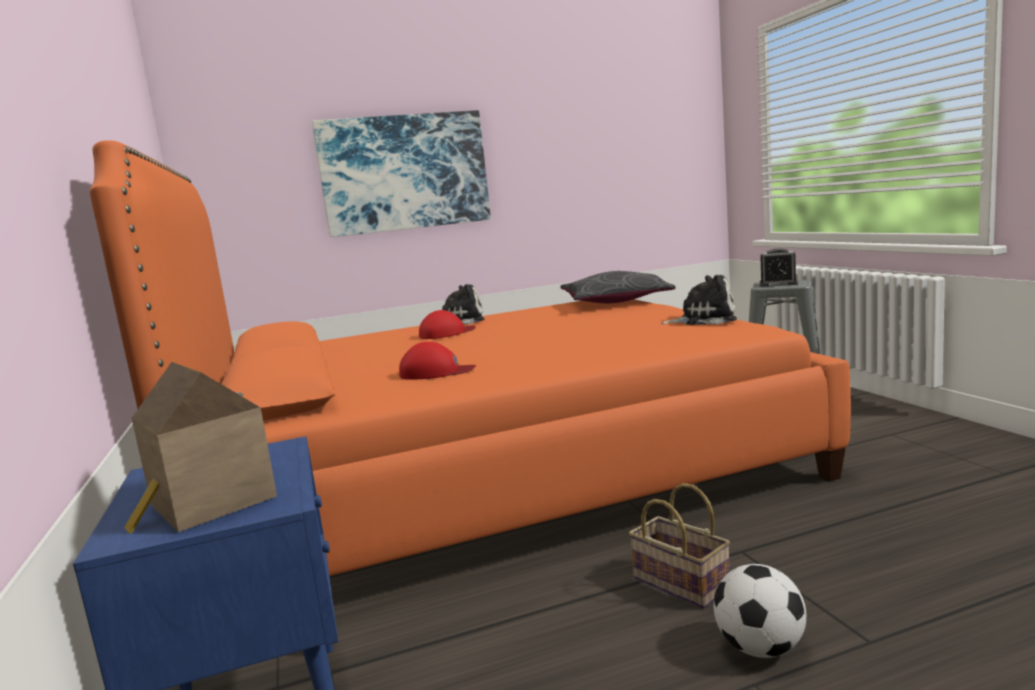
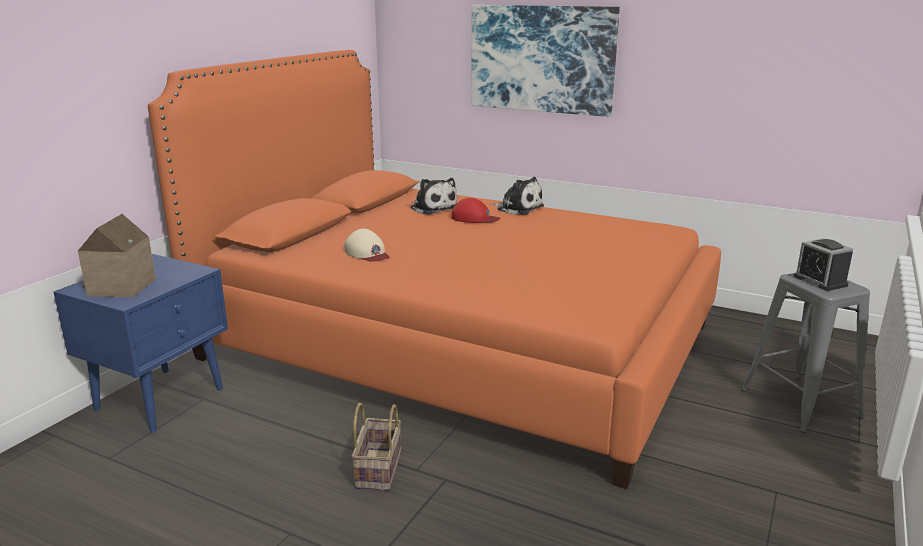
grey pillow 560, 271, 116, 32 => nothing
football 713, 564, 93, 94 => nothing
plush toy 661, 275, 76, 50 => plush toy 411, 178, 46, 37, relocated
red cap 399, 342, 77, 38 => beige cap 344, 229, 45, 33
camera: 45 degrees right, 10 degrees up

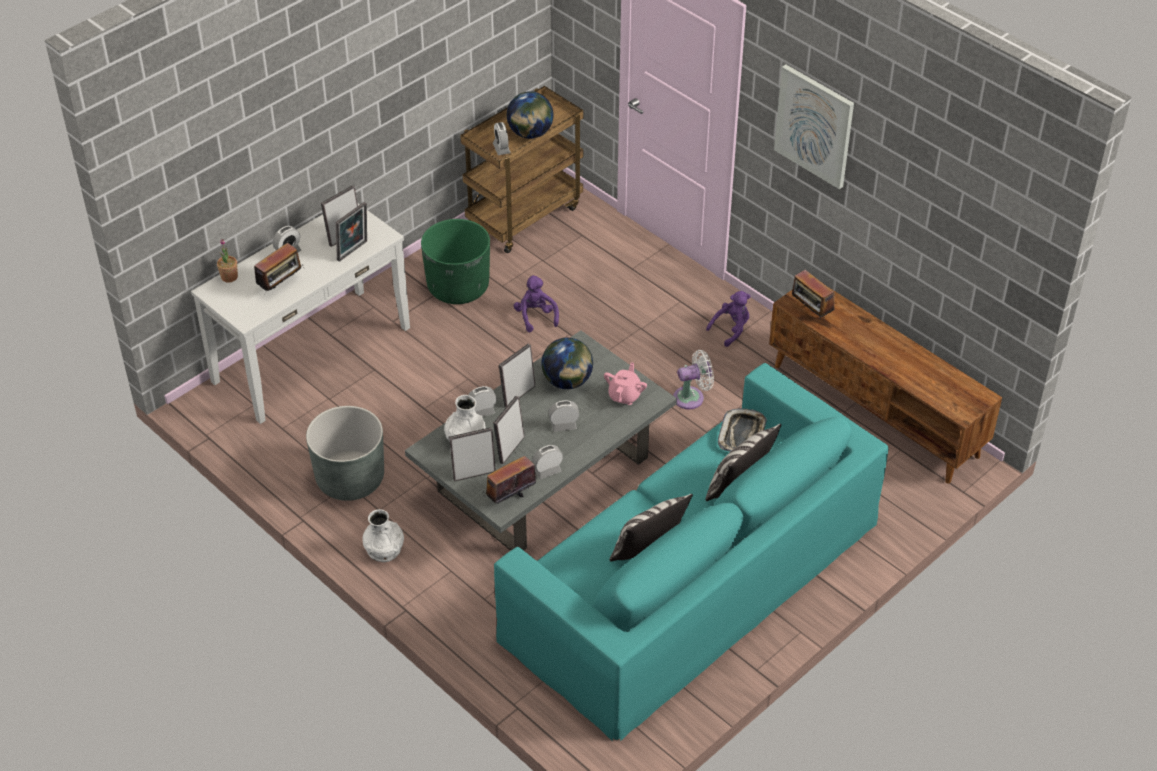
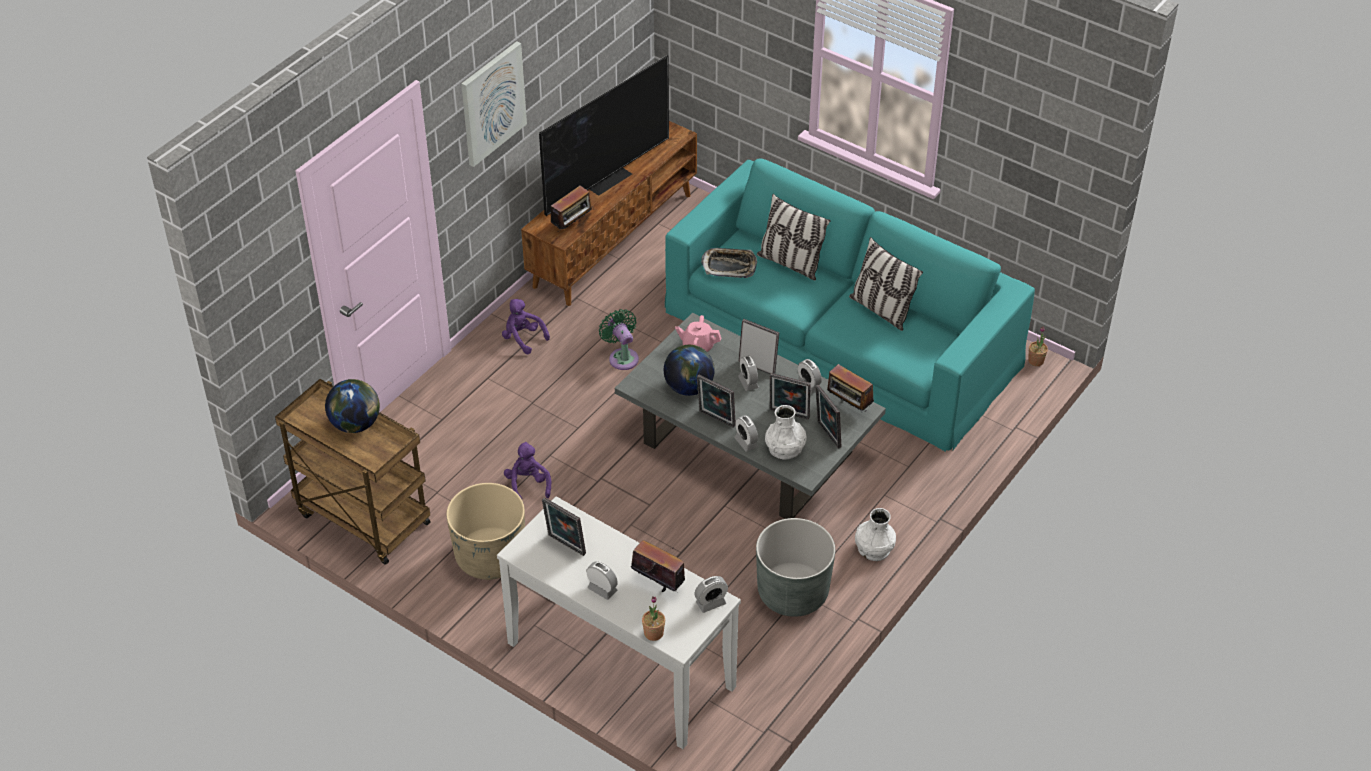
nothing => television 539, 55, 130, 161
nothing => potted plant 1028, 327, 20, 39
picture frame 336, 202, 31, 60 => picture frame 739, 319, 40, 55, relocated
alarm clock 493, 122, 18, 33 => alarm clock 695, 576, 33, 37, relocated
green planter 421, 219, 69, 85 => beige planter 446, 483, 79, 97
white fan 673, 350, 41, 59 => green fan 599, 309, 40, 61
purple plush toy 514, 275, 45, 58 => purple plush toy 504, 442, 47, 57, 105 degrees clockwise
camera: 100 degrees left, 0 degrees up

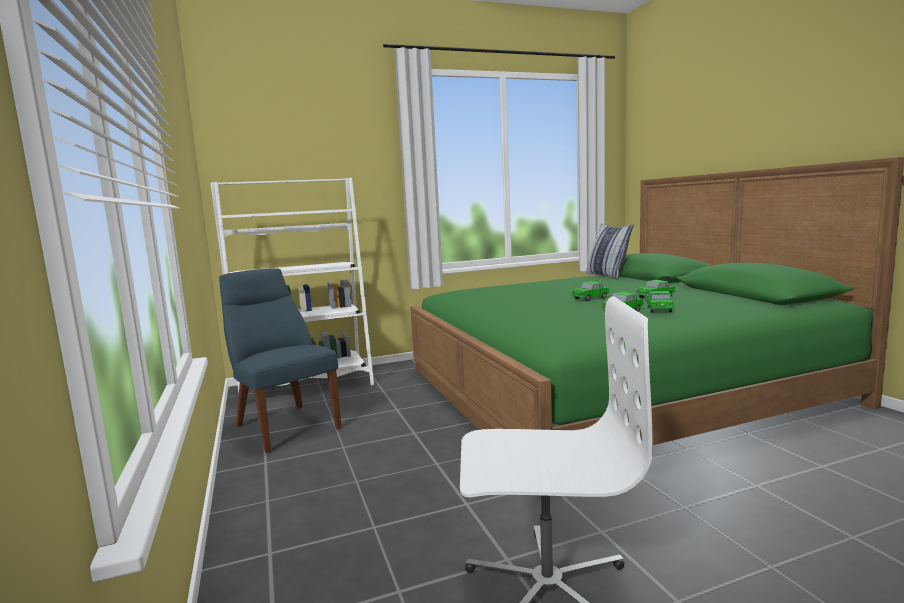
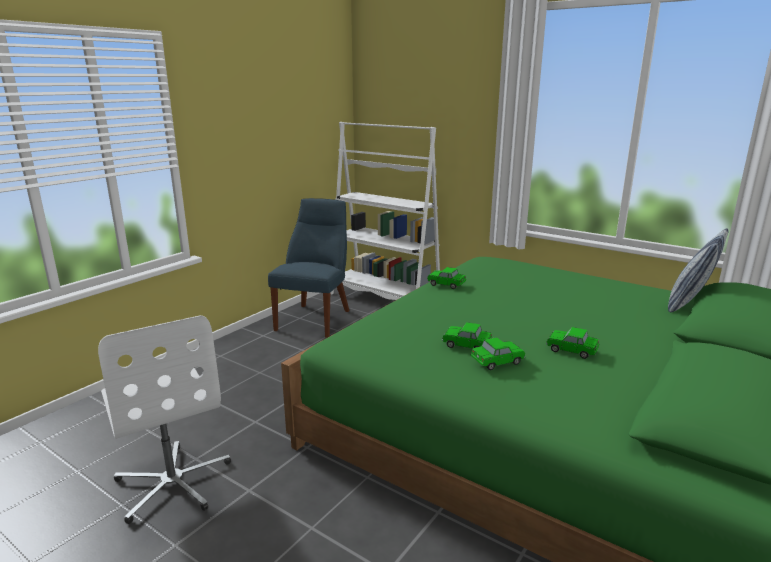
toy car 571, 281, 39, 20 => toy car 427, 267, 39, 22, relocated
camera: 55 degrees right, 10 degrees up

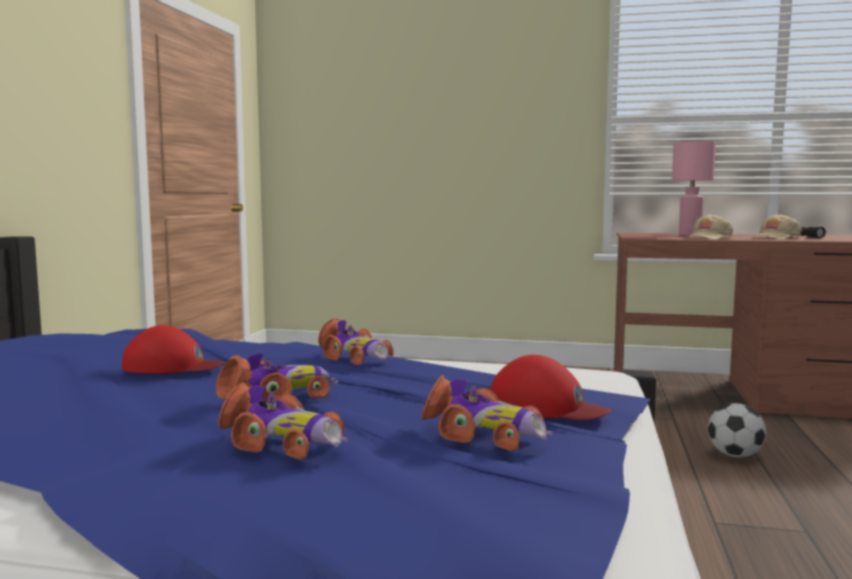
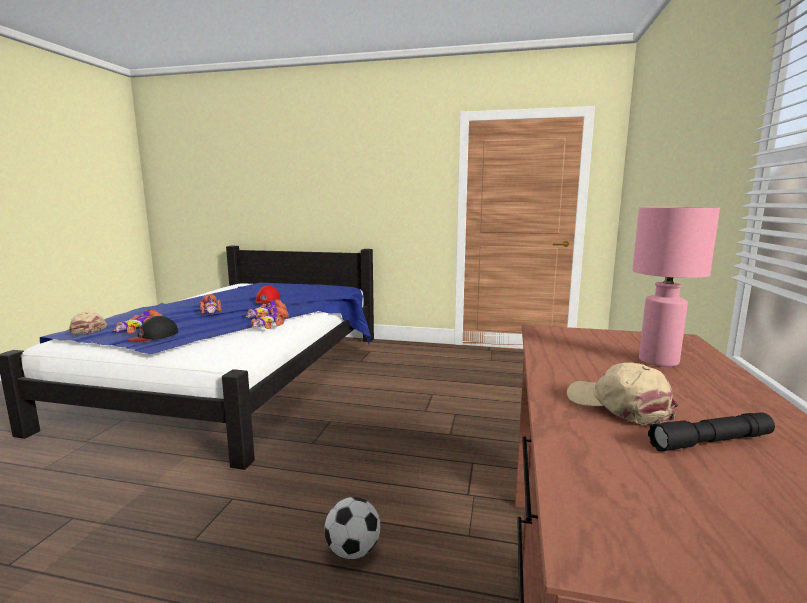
toy car 218, 382, 130, 78 => toy car 251, 306, 38, 23, relocated
beige cap 688, 214, 45, 25 => beige cap 69, 312, 38, 22, relocated
red cap 490, 355, 121, 65 => black cap 128, 316, 50, 26
camera: 90 degrees right, 5 degrees up

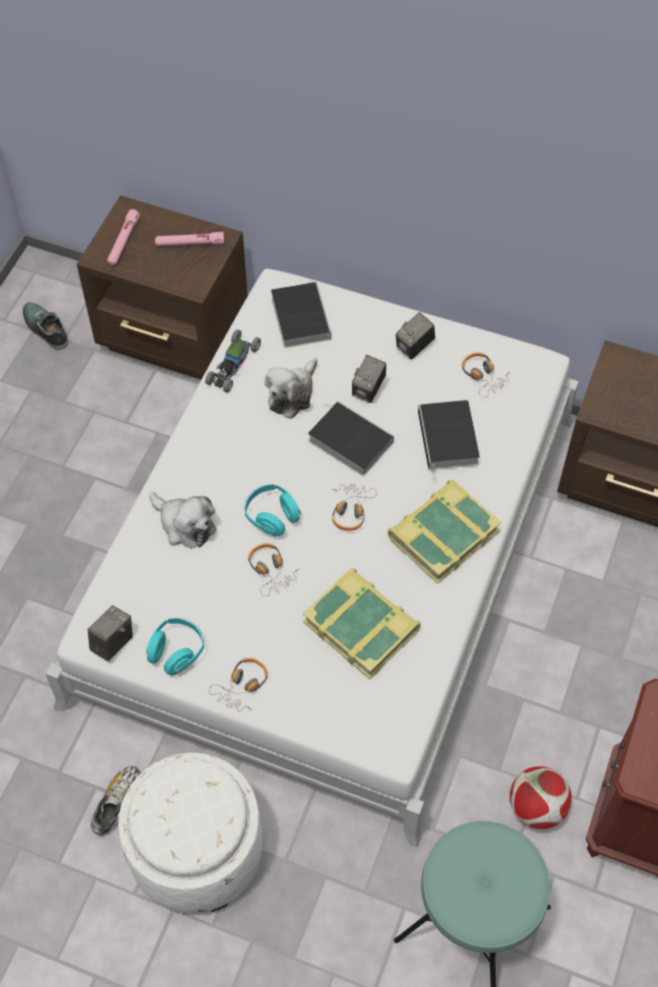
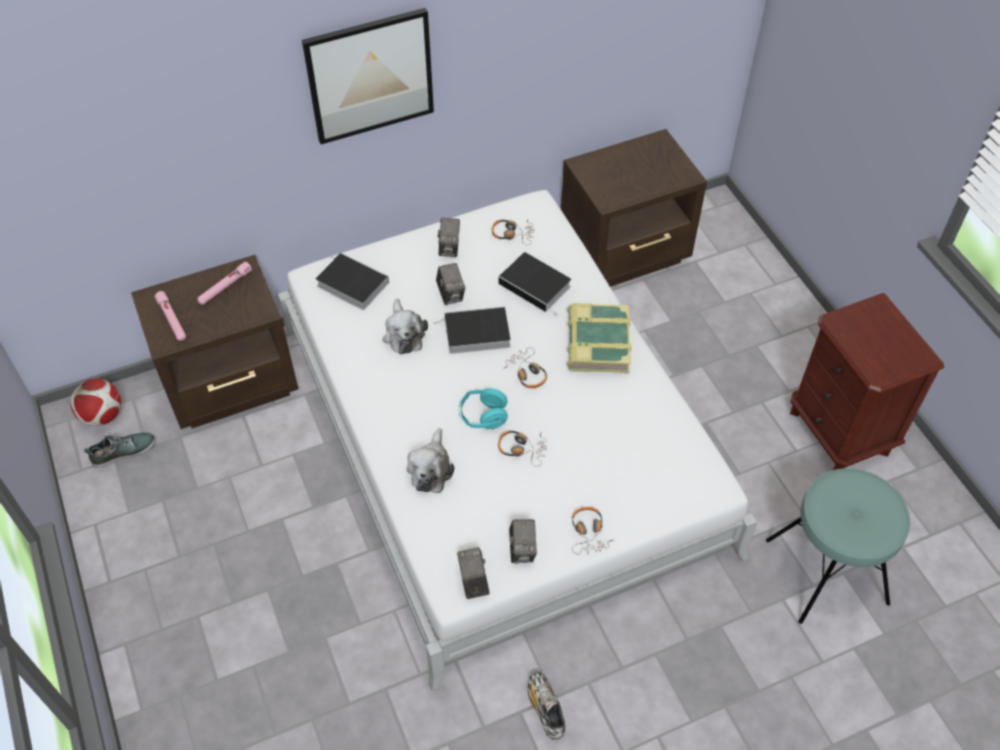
white ottoman 118, 753, 144, 160 => nothing
toy car 205, 329, 56, 64 => nothing
book 303, 568, 117, 111 => nothing
nothing => picture 302, 8, 132, 136
football 510, 766, 62, 63 => football 70, 378, 51, 48, relocated
turquoise headphones 146, 618, 58, 57 => photo camera 509, 519, 28, 45
shoe 23, 302, 46, 48 => shoe 84, 433, 72, 35, 150 degrees clockwise
plush toy 149, 492, 67, 56 => plush toy 407, 428, 47, 65, 105 degrees clockwise
camera: 45 degrees left, 5 degrees down

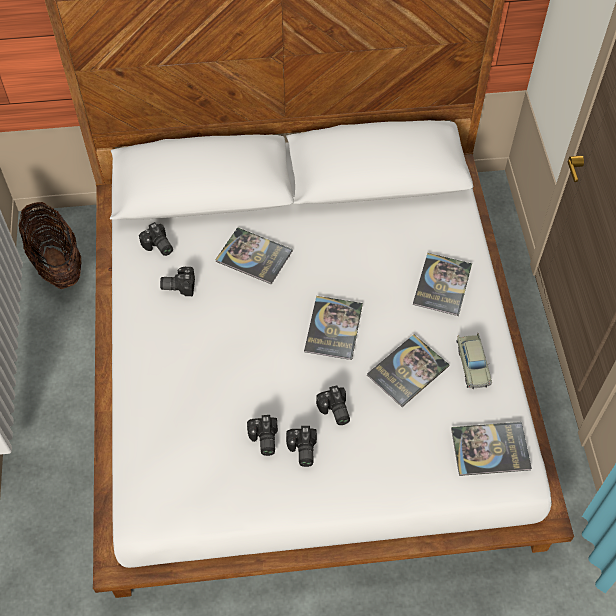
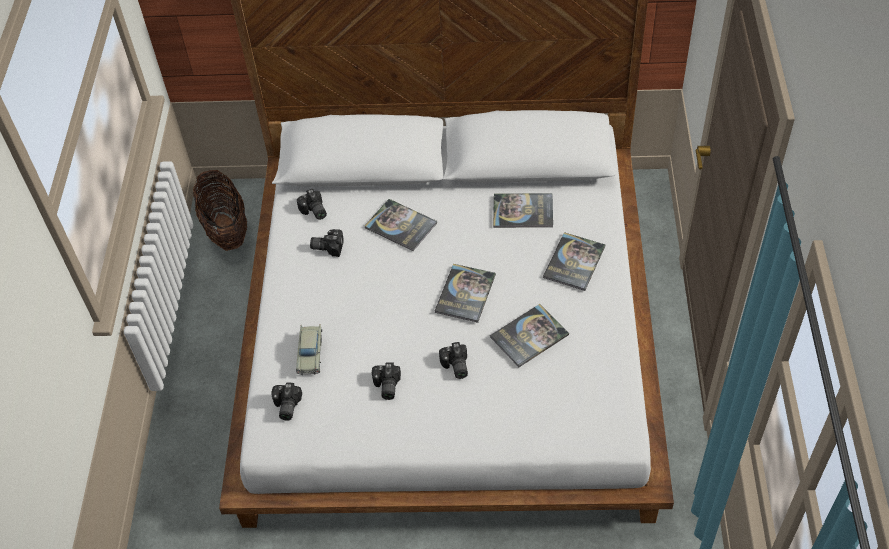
photo camera 286, 426, 31, 41 => photo camera 271, 382, 31, 39, relocated
book 451, 422, 81, 54 => book 493, 193, 60, 35, relocated
beige toy car 456, 333, 36, 56 => beige toy car 296, 324, 26, 51, relocated
camera: 10 degrees right, 5 degrees down

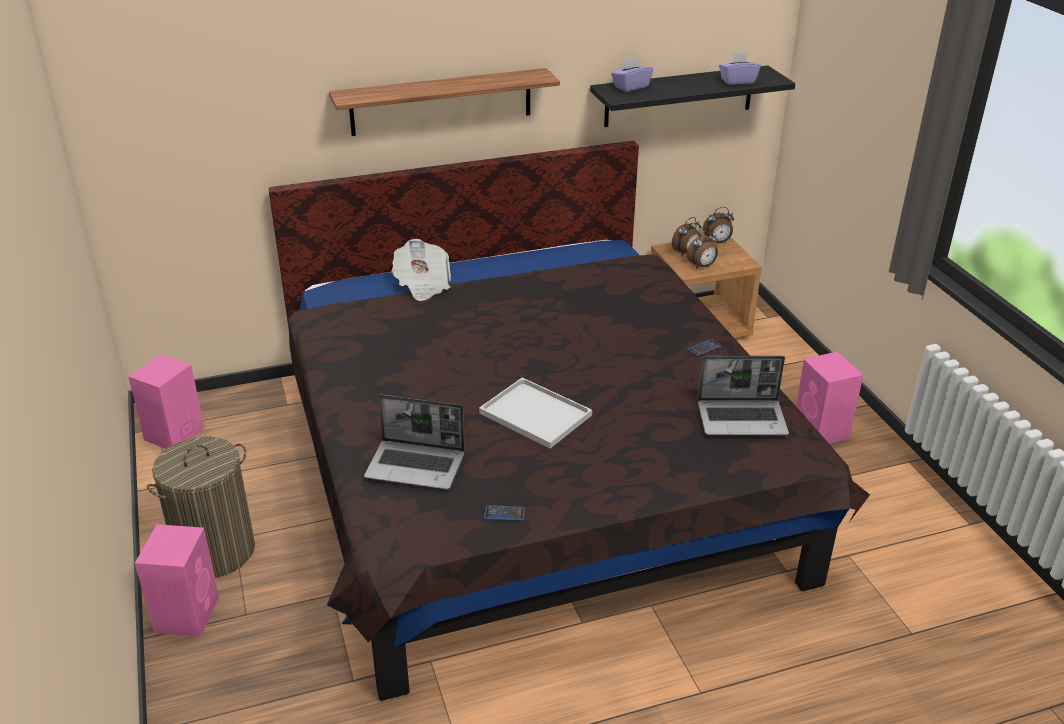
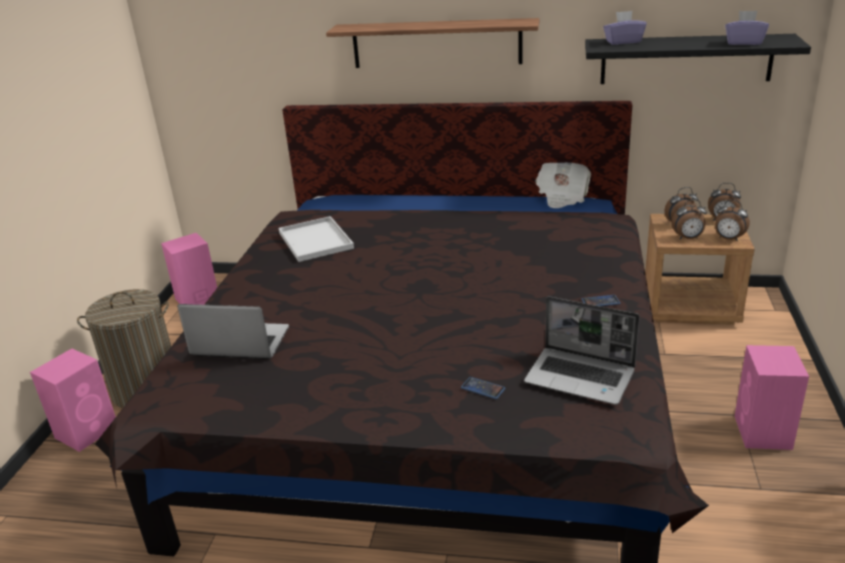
nothing => alarm clock 715, 200, 35, 41
newspaper 392, 239, 59, 62 => newspaper 535, 163, 56, 45, relocated
white tray 479, 377, 113, 71 => white tray 278, 216, 76, 46, relocated
phone 484, 505, 41, 16 => phone 461, 377, 45, 22, relocated
laptop 364, 395, 101, 95 => laptop 177, 304, 112, 55, 150 degrees clockwise
camera: 30 degrees right, 5 degrees down

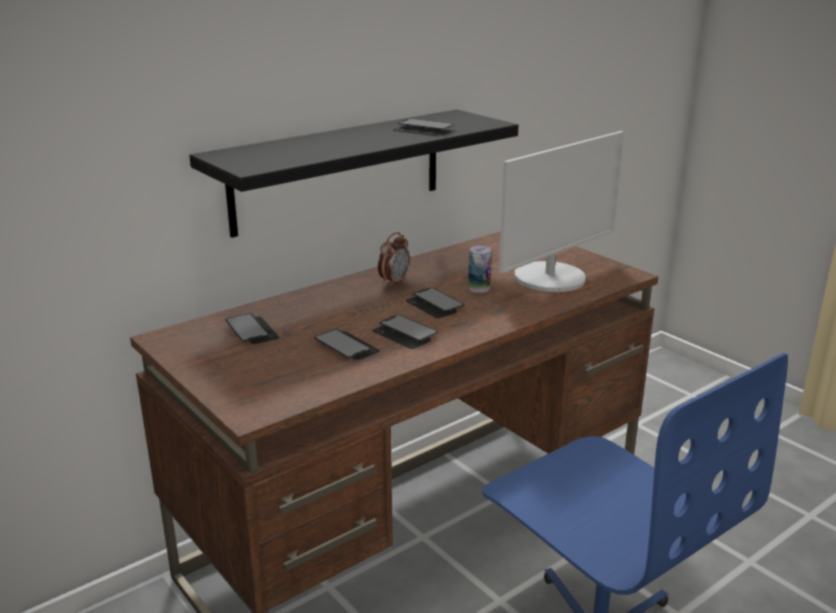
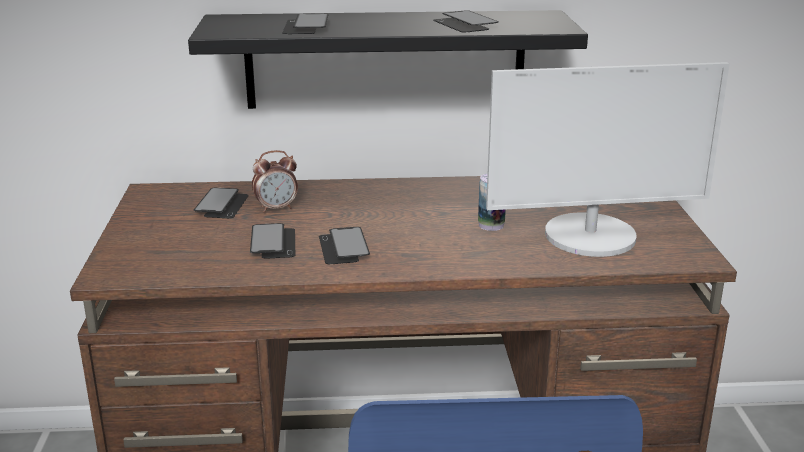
alarm clock 378, 232, 32, 54 => alarm clock 252, 150, 46, 63, relocated
phone 406, 288, 59, 30 => phone 282, 13, 47, 21, relocated
camera: 35 degrees right, 0 degrees up

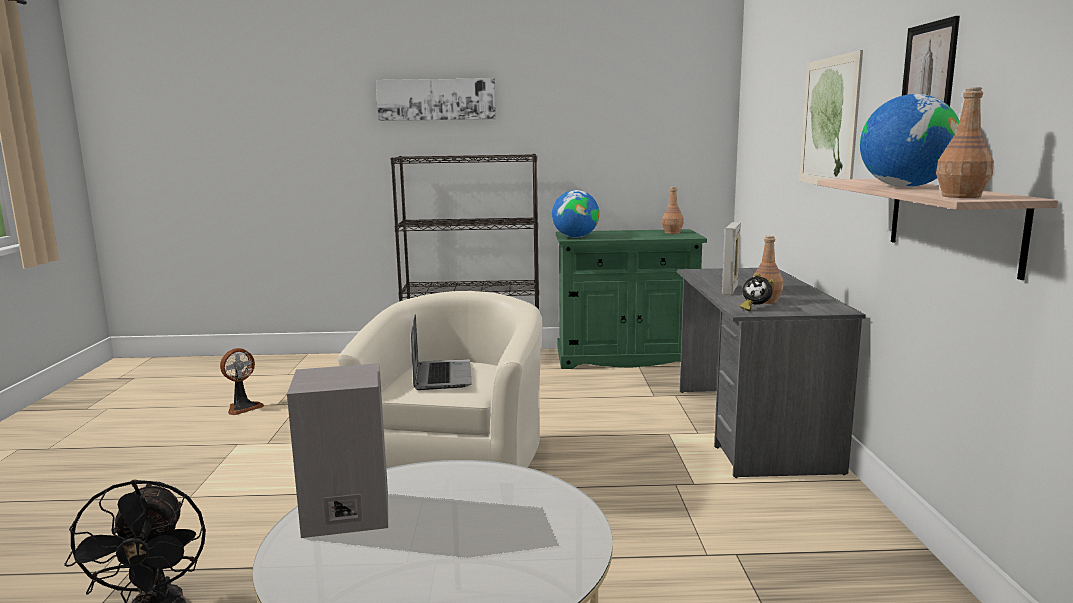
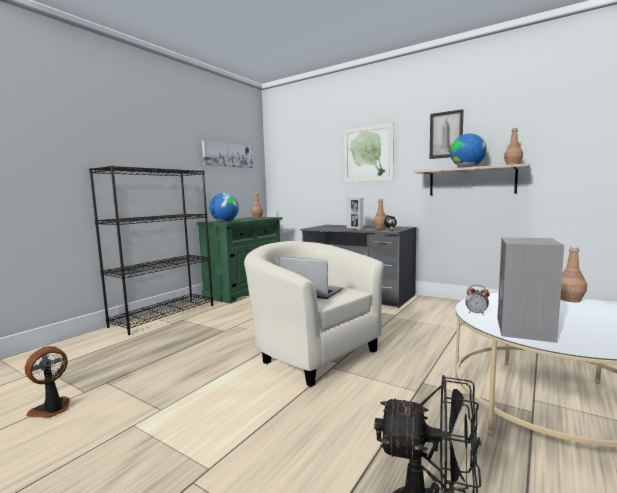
nothing => alarm clock 466, 285, 24, 30
nothing => brown bottle 560, 246, 27, 56
picture 376, 78, 120, 43 => picture 202, 140, 51, 28, relocated
fan 220, 348, 44, 67 => fan 25, 346, 45, 71, 135 degrees counterclockwise
camera: 55 degrees left, 5 degrees down

